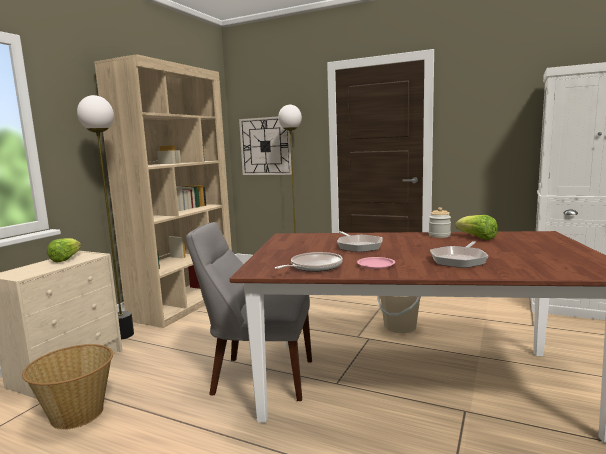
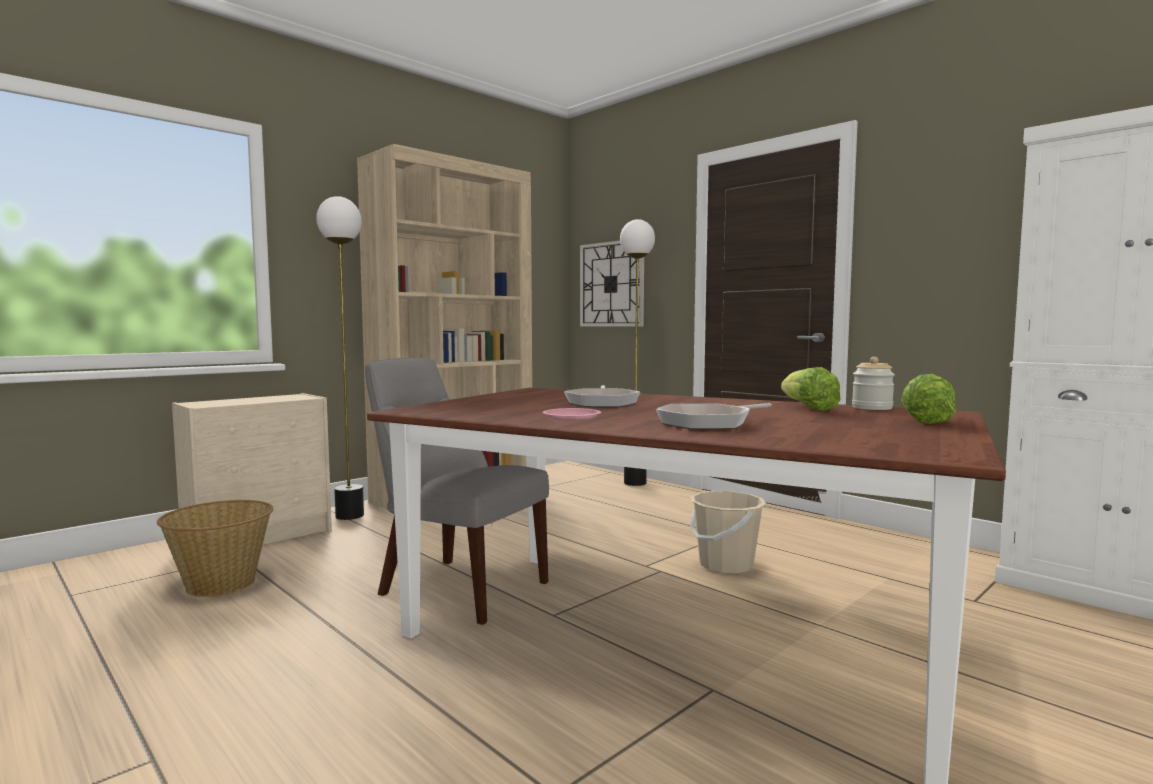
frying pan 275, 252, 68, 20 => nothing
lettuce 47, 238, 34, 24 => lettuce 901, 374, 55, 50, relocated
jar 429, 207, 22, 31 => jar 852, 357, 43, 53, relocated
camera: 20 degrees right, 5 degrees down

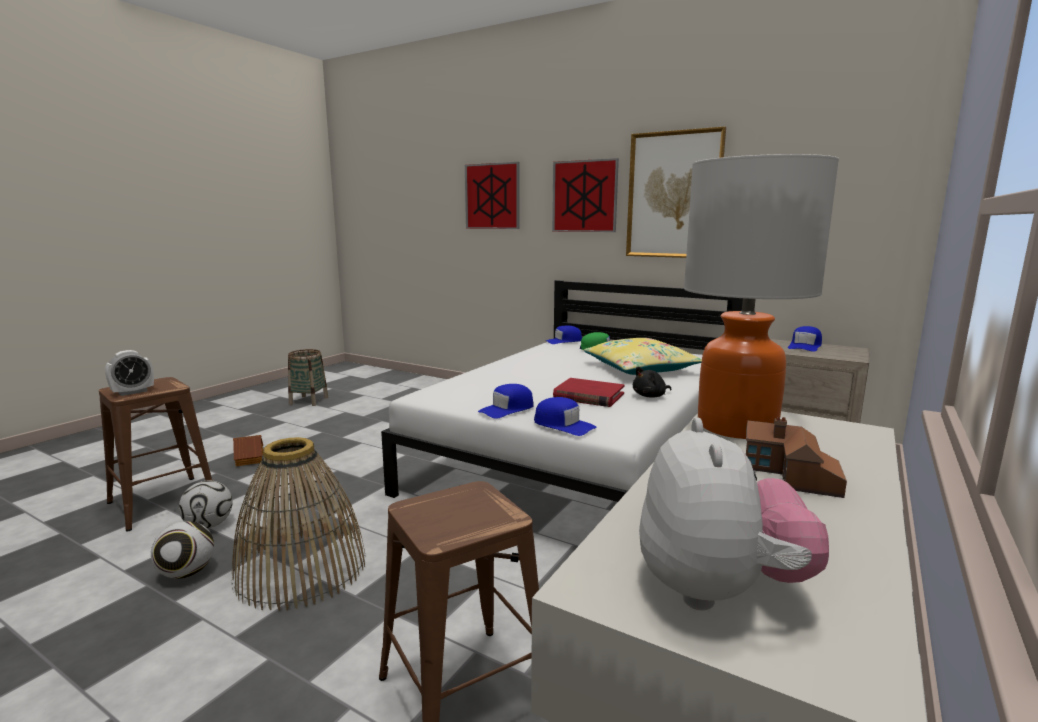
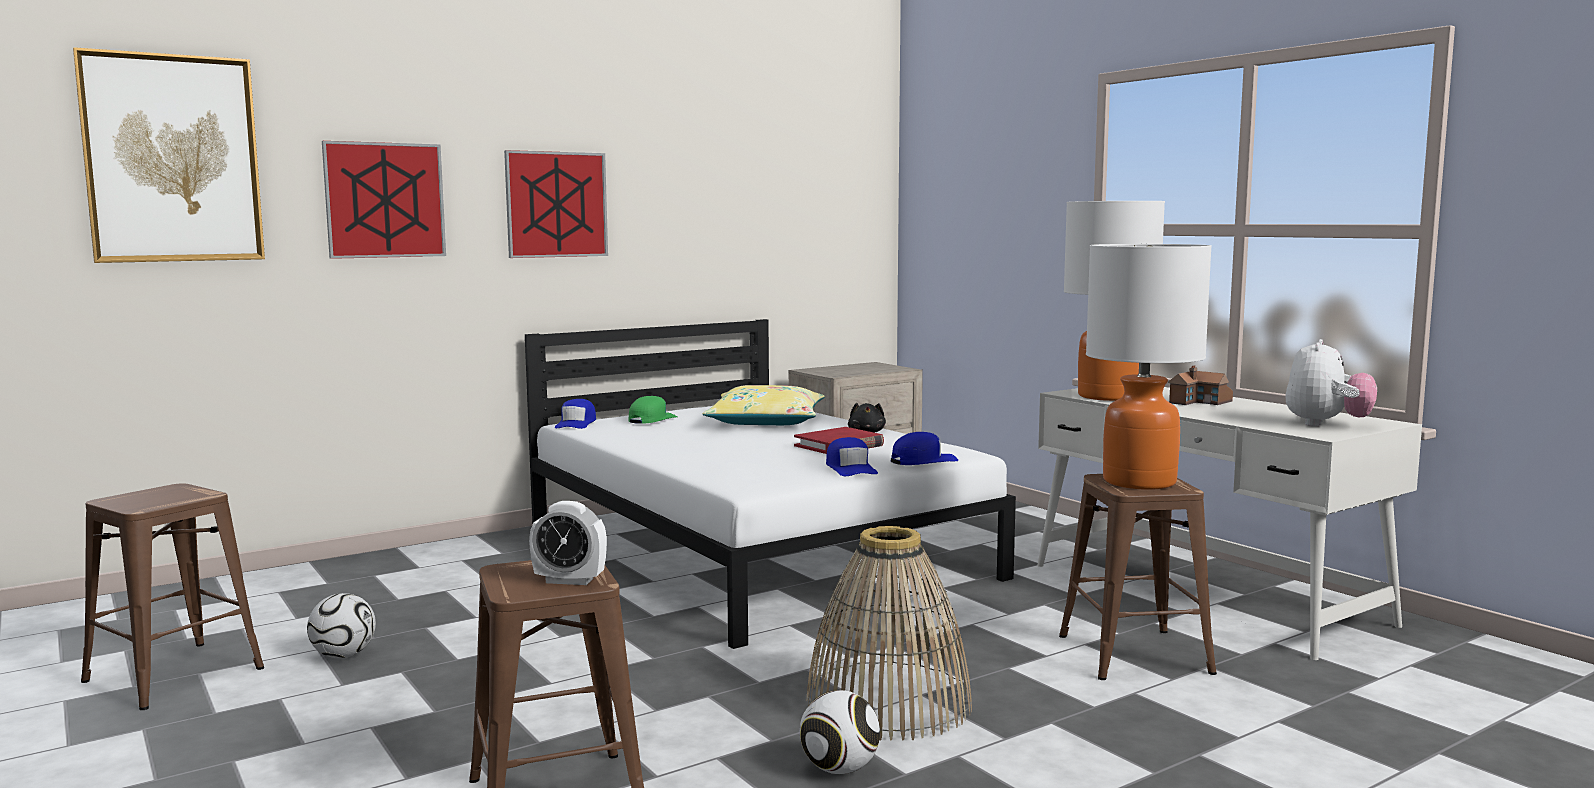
toy house 233, 435, 30, 31 => nothing
blue cap 788, 326, 34, 26 => nothing
nothing => table lamp 1086, 244, 126, 246
football 179, 480, 54, 49 => football 307, 593, 69, 65, relocated
picture 626, 127, 100, 131 => picture 73, 47, 192, 216, relocated
basket 288, 349, 40, 57 => brown stool 81, 483, 183, 227
alarm clock 105, 350, 49, 46 => alarm clock 529, 501, 78, 84, 120 degrees clockwise
plush toy 639, 417, 190, 194 => plush toy 1285, 339, 92, 87, 90 degrees clockwise
camera: 65 degrees left, 5 degrees down

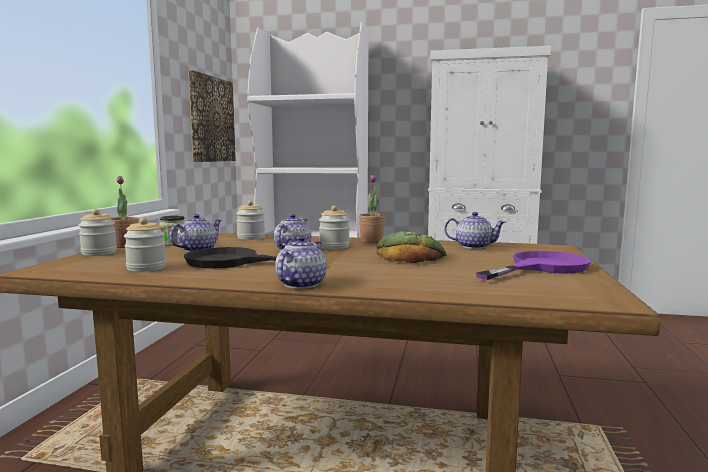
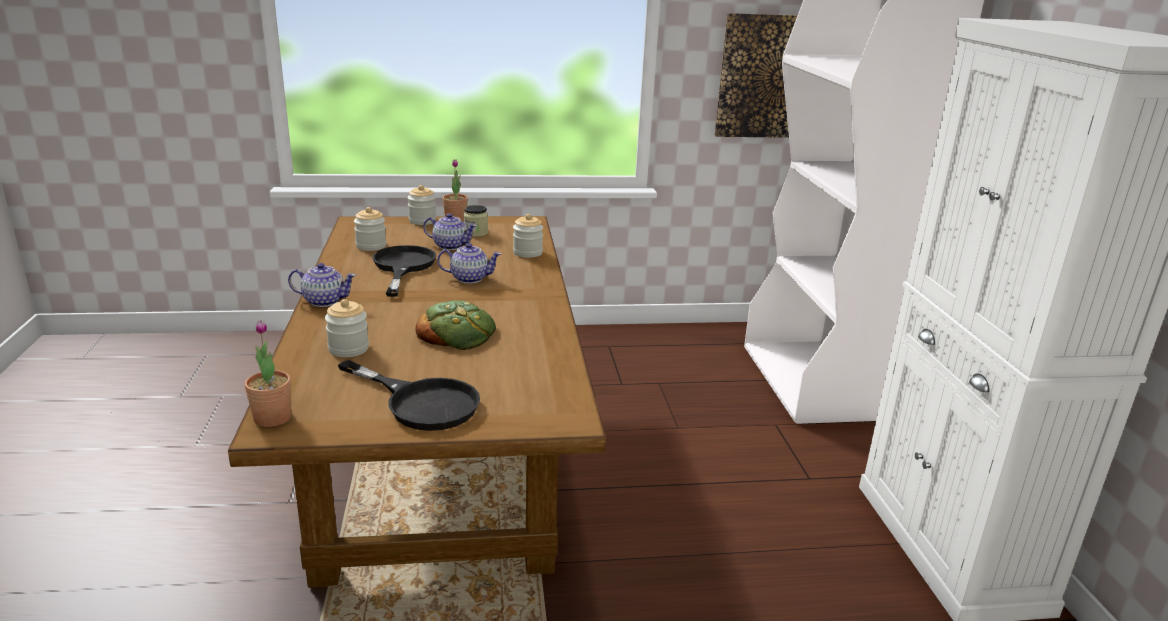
teapot 444, 212, 62, 37 => nothing
jar 319, 206, 31, 43 => jar 325, 299, 44, 58, relocated
potted plant 359, 175, 26, 68 => potted plant 244, 320, 47, 107, relocated
purple frying pan 476, 251, 115, 29 => black frying pan 338, 360, 142, 71
camera: 70 degrees right, 15 degrees up

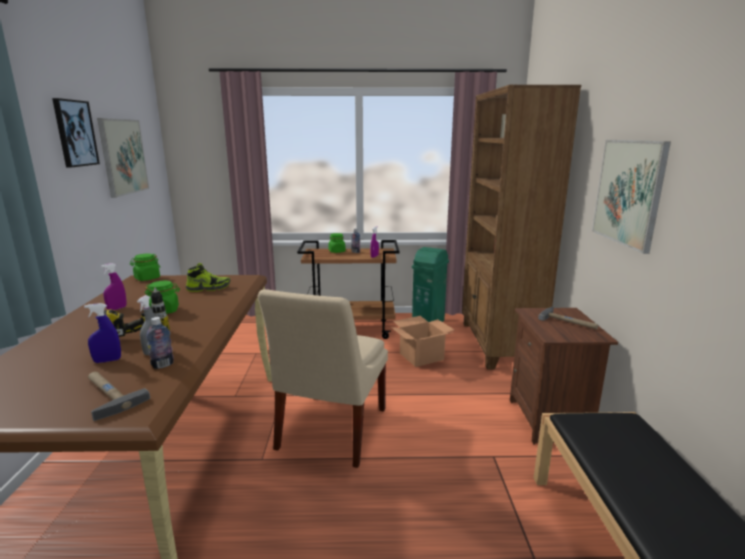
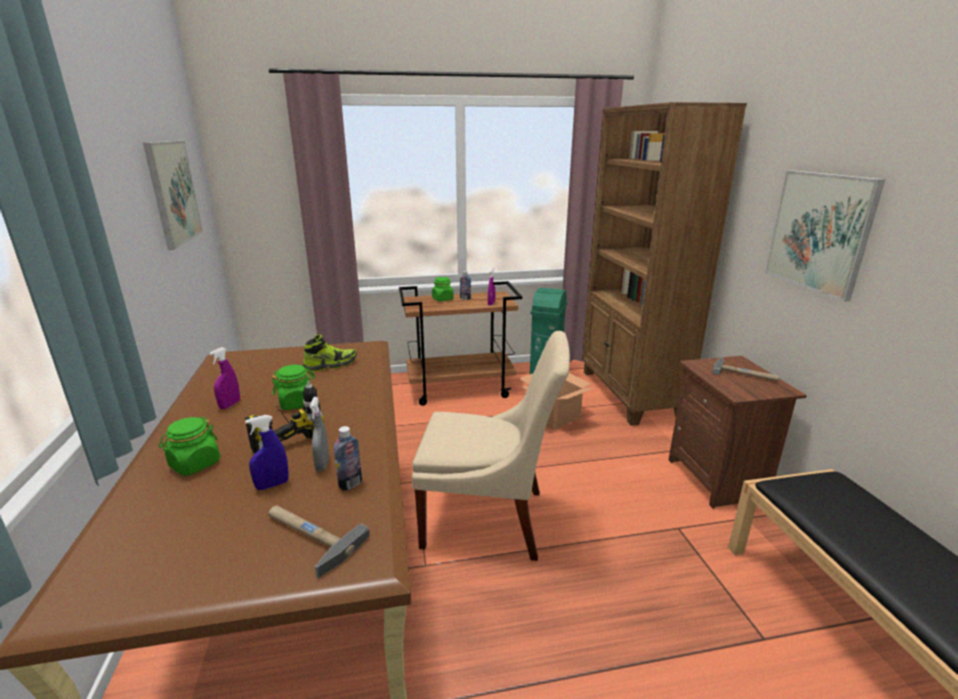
picture 52, 98, 48, 70 => nothing
green jar 130, 254, 30, 27 => green jar 159, 417, 61, 59, relocated
beige chair 257, 289, 131, 179 => beige chair 412, 331, 158, 230, 90 degrees counterclockwise
camera: 10 degrees left, 5 degrees up

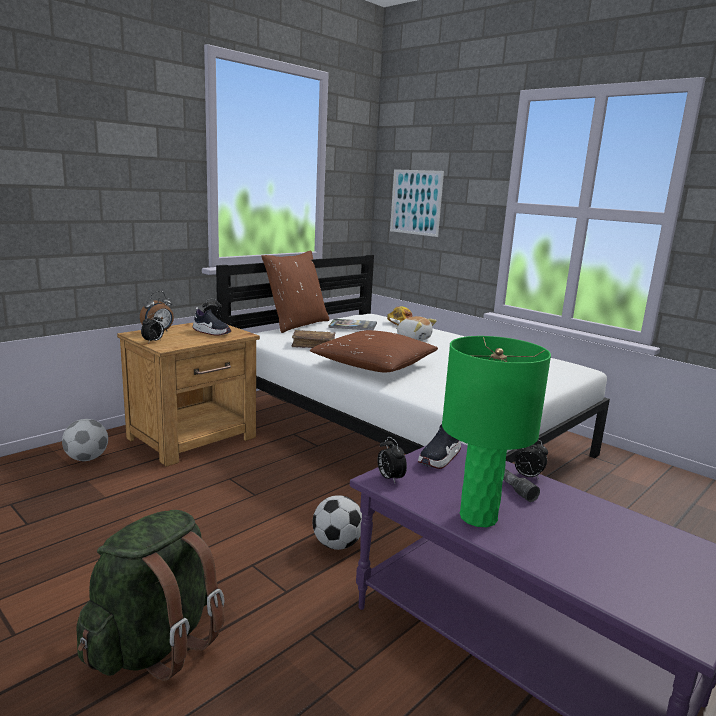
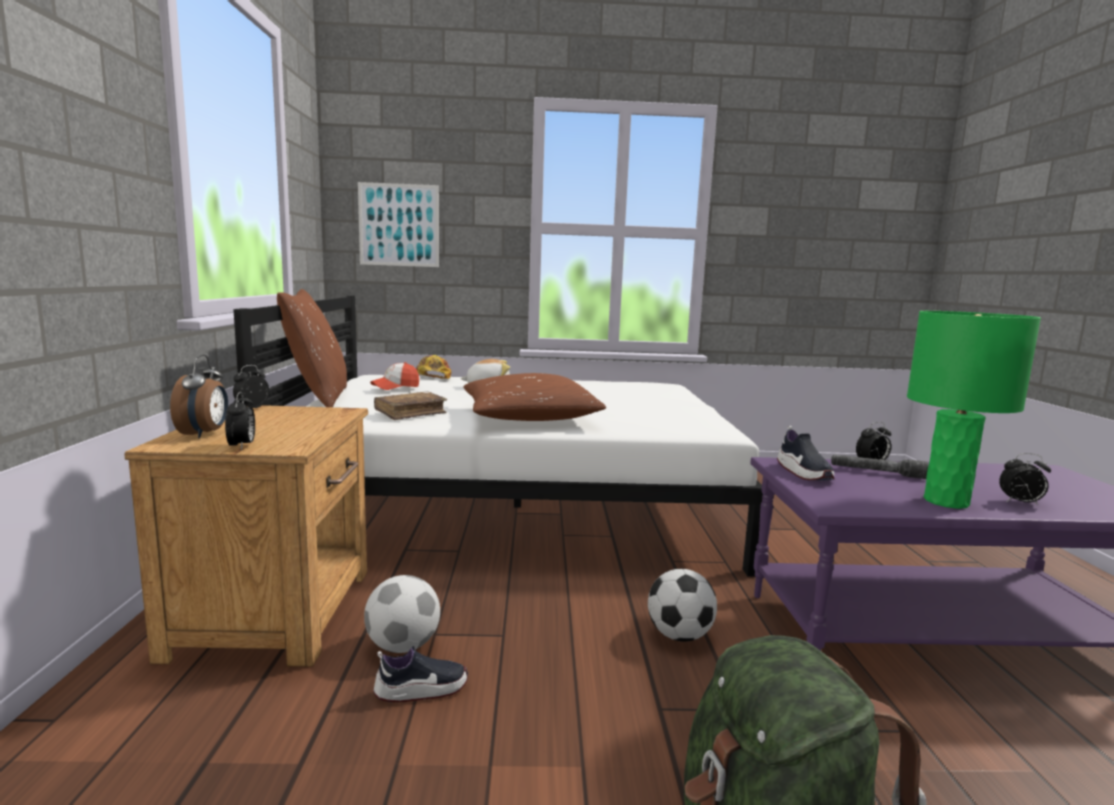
football 62, 419, 46, 42 => football 364, 575, 76, 78, relocated
shoe 193, 307, 38, 29 => shoe 373, 646, 95, 56, relocated
alarm clock 377, 437, 30, 46 => alarm clock 999, 453, 52, 52, relocated
book 328, 319, 49, 11 => cap 370, 362, 49, 28
camera: 45 degrees left, 5 degrees down

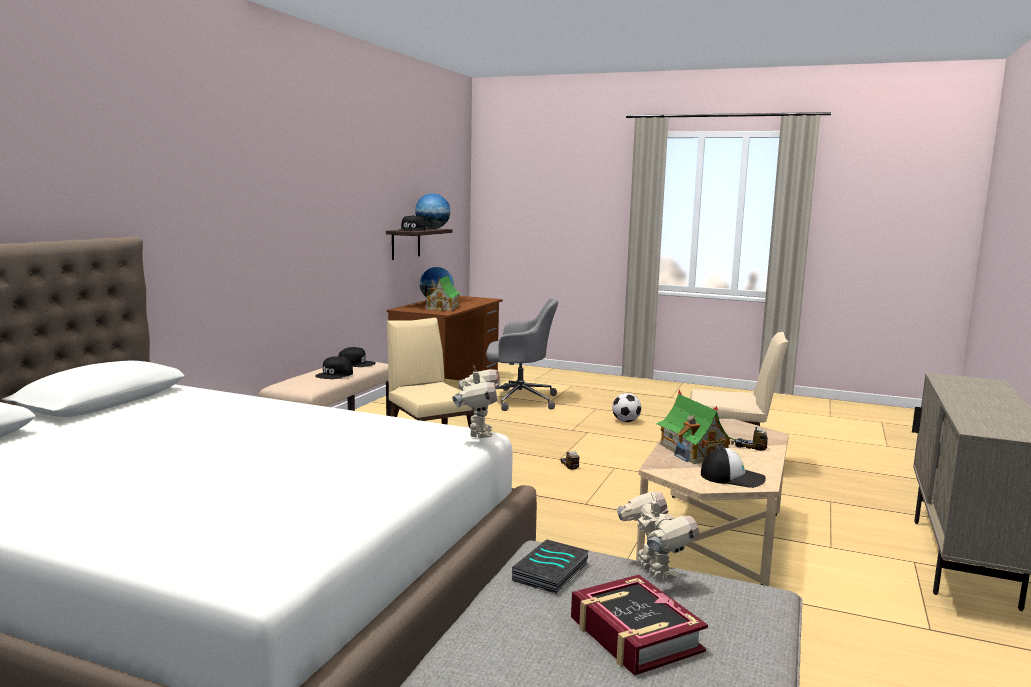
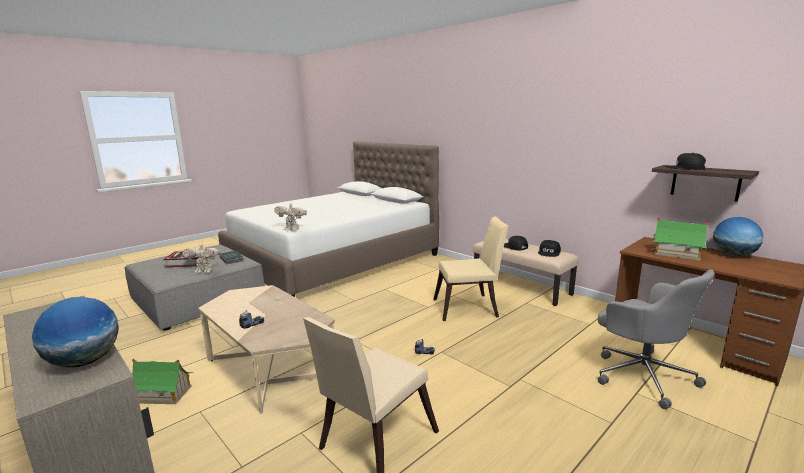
football 612, 393, 29, 29 => nothing
cap 701, 447, 65, 41 => nothing
globe 415, 193, 36, 36 => globe 32, 297, 87, 70, relocated
toy house 656, 390, 80, 74 => toy house 132, 359, 62, 45, relocated
grey office chair 486, 298, 72, 113 => grey office chair 598, 270, 116, 139, 60 degrees counterclockwise
camera: 115 degrees right, 5 degrees up

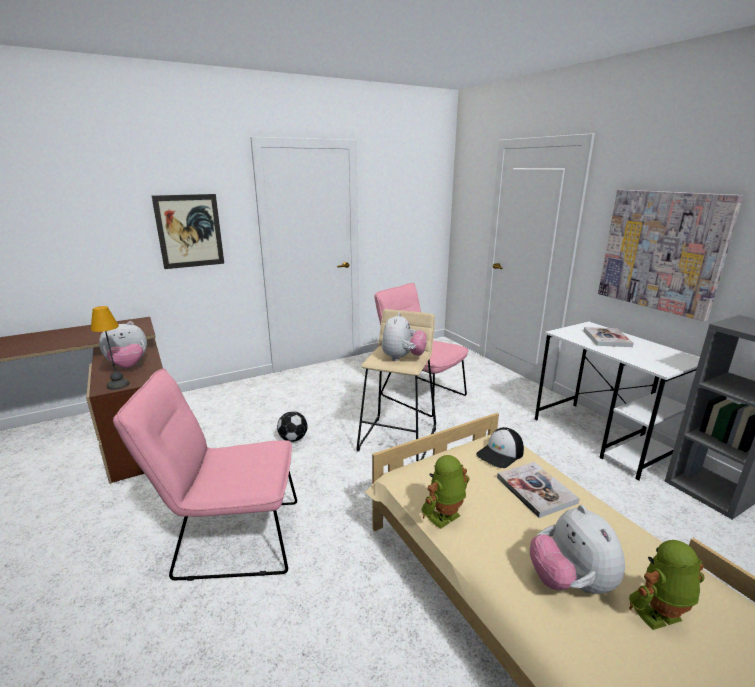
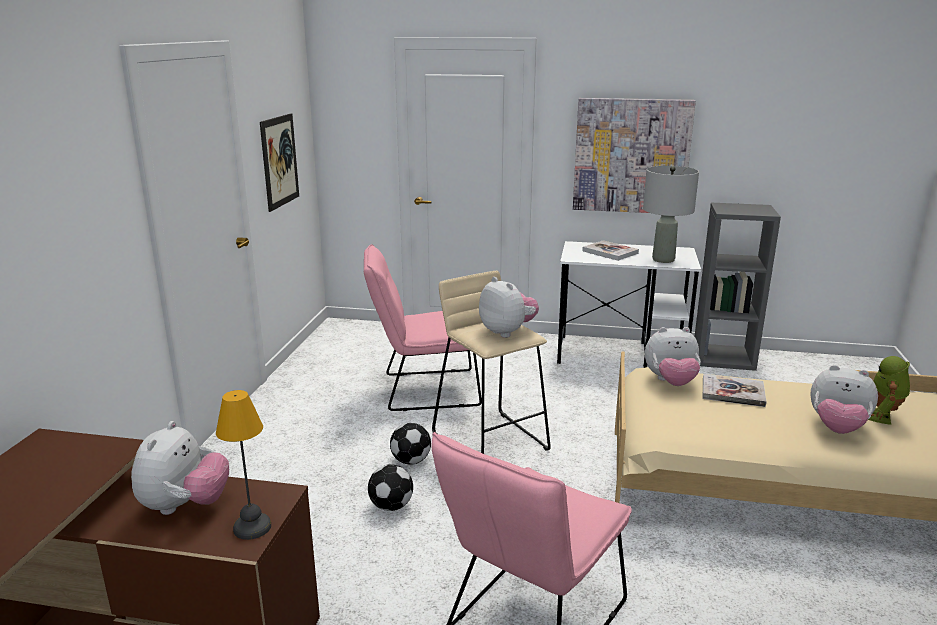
toy robot 421, 455, 48, 74 => nothing
nothing => football 390, 423, 41, 41
nothing => grey table lamp 643, 166, 56, 97
picture 152, 194, 72, 75 => picture 260, 113, 39, 99, relocated
cap 476, 427, 48, 41 => plush toy 645, 327, 56, 59
camera: 50 degrees left, 0 degrees up

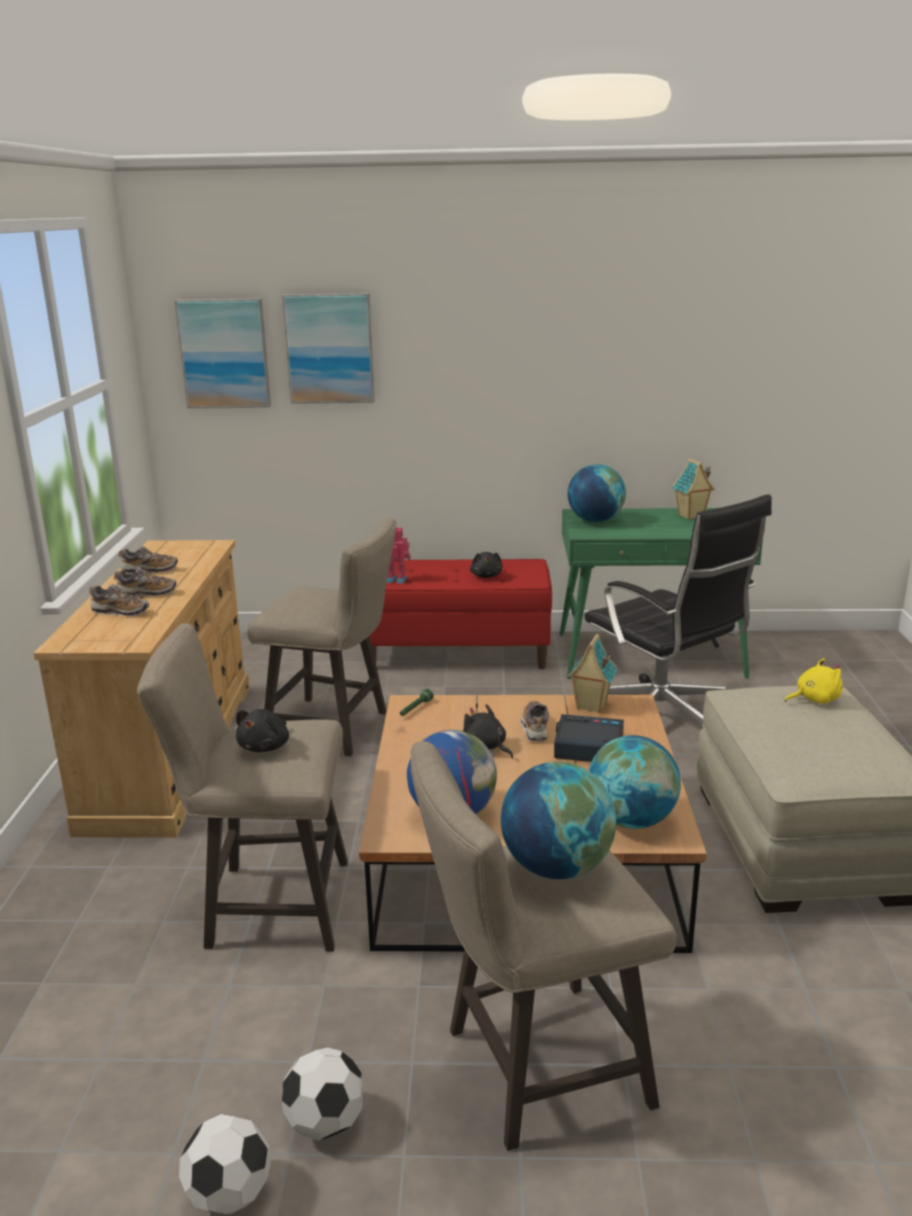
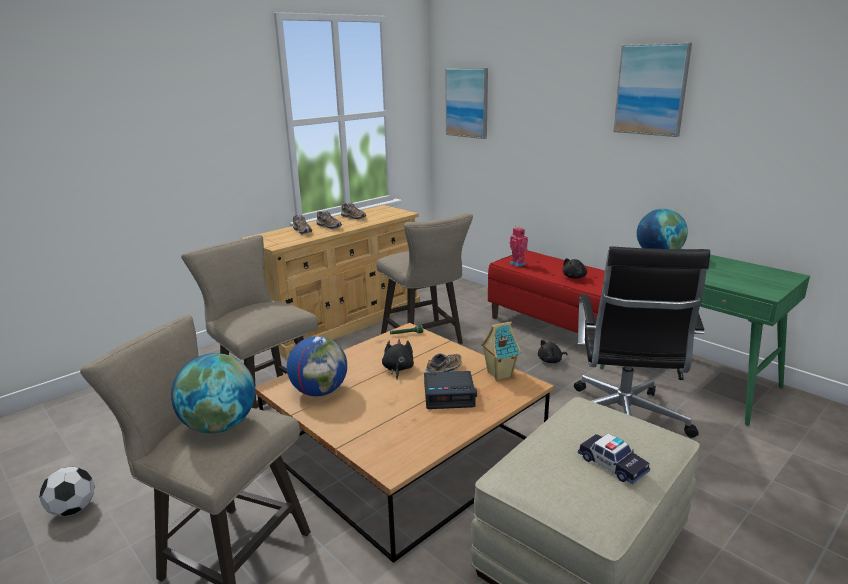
football 282, 1047, 81, 94 => nothing
globe 588, 735, 93, 94 => nothing
toy house 672, 458, 43, 62 => nothing
yellow plush toy 785, 658, 58, 46 => nothing
nothing => toy car 578, 433, 72, 51
black plush toy 236, 709, 53, 43 => black plush toy 538, 340, 29, 23, relocated
picture 282, 293, 93, 111 => picture 613, 43, 79, 94, relocated
alarm clock 554, 714, 70, 48 => alarm clock 424, 371, 53, 38, 120 degrees clockwise
camera: 45 degrees right, 0 degrees up

